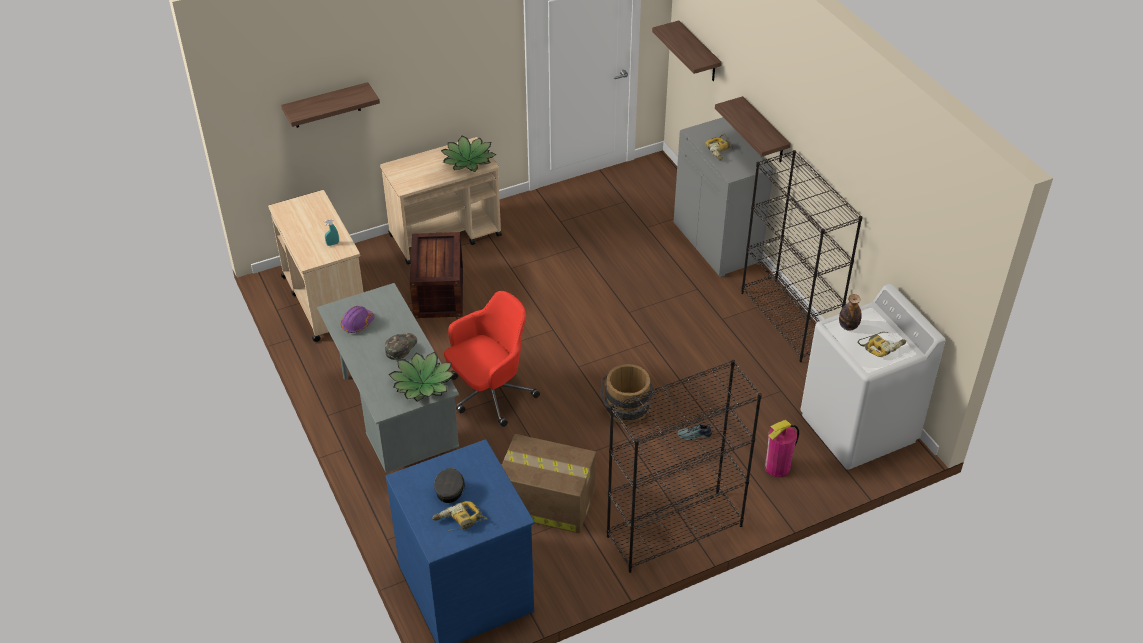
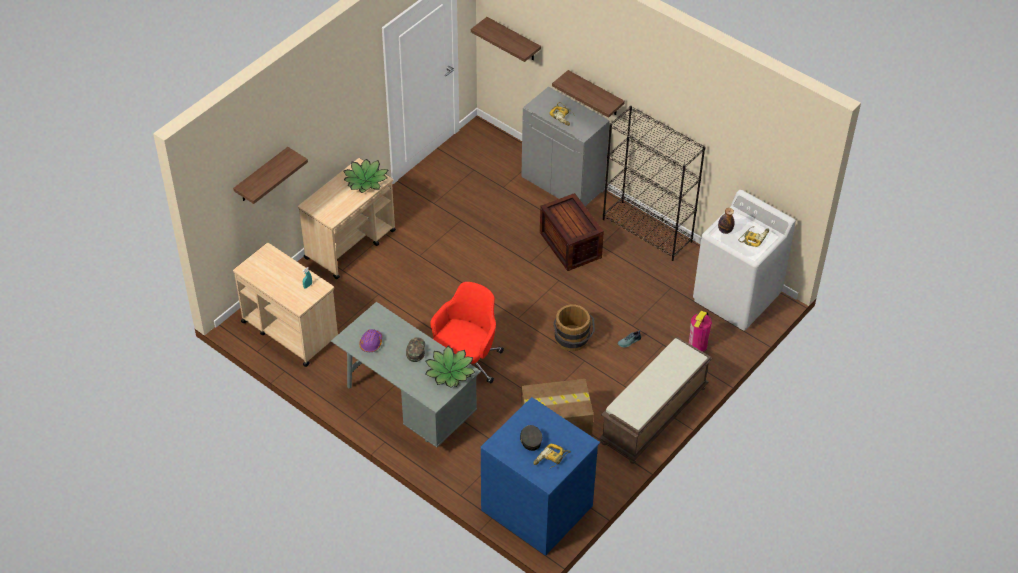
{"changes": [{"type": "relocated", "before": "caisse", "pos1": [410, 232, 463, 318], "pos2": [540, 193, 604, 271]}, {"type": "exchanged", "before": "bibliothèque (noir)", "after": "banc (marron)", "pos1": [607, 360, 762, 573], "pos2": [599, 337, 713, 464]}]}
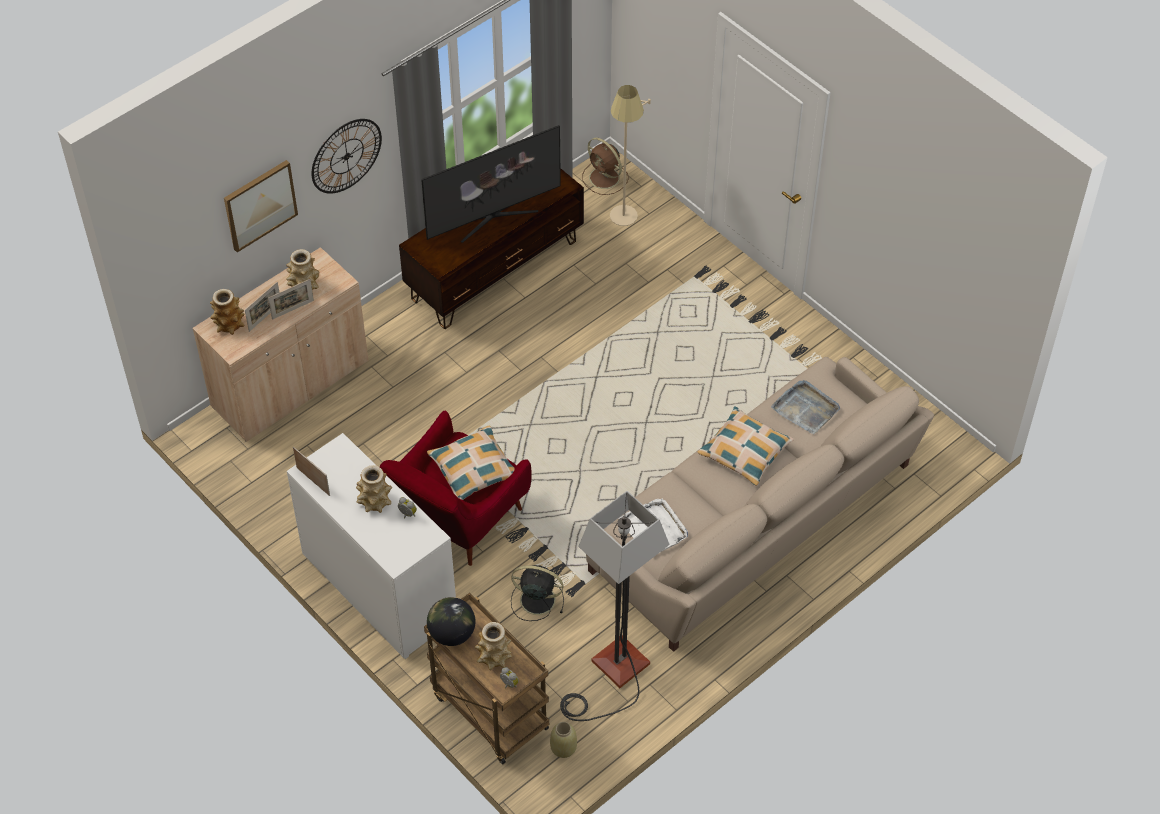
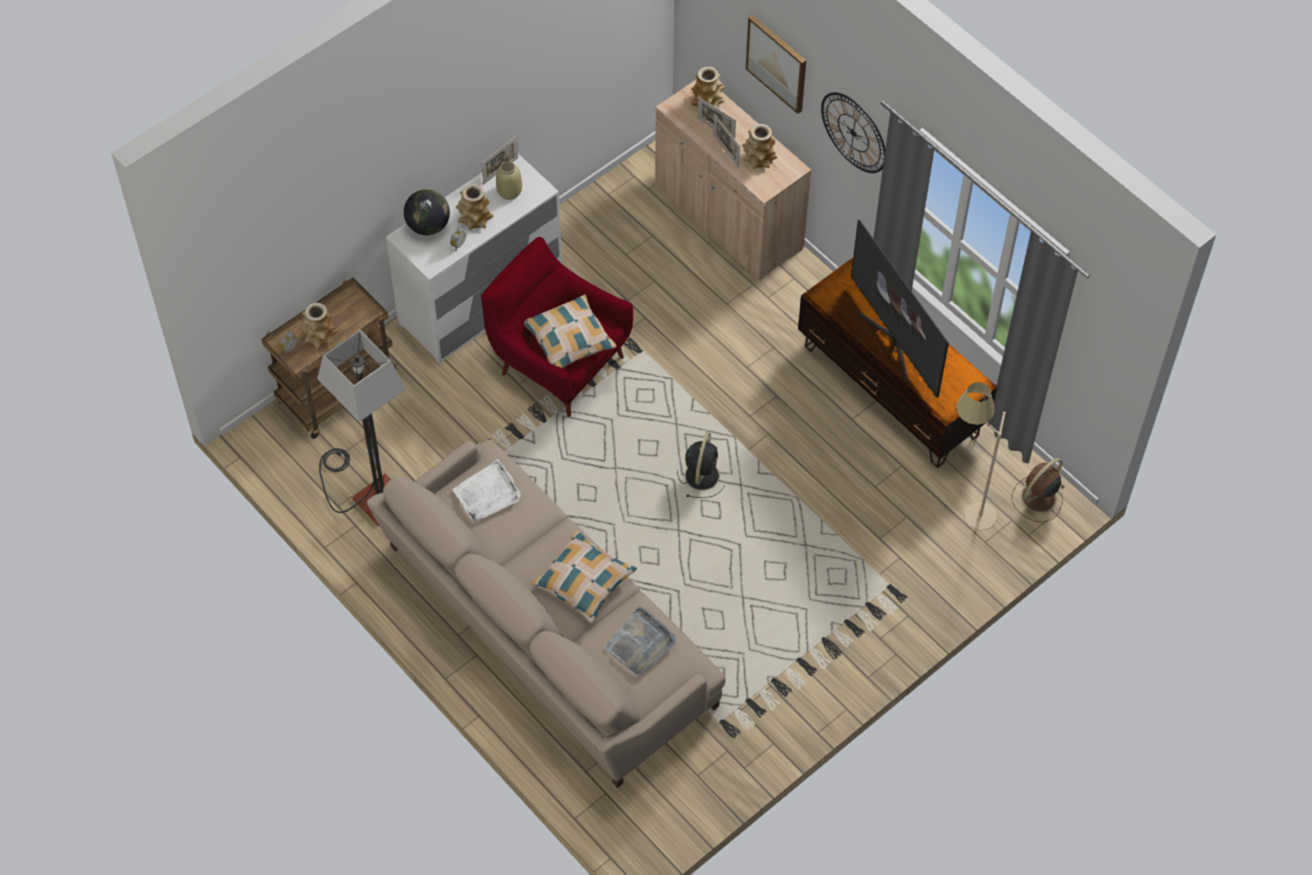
{"changes": [{"type": "relocated", "before": "globe", "pos1": [427, 597, 476, 646], "pos2": [404, 189, 450, 235]}, {"type": "relocated", "before": "ventilateur (noir)", "pos1": [511, 565, 564, 621], "pos2": [677, 432, 725, 498]}, {"type": "relocated", "before": "vase (beige)", "pos1": [550, 722, 577, 758], "pos2": [496, 161, 522, 200]}]}
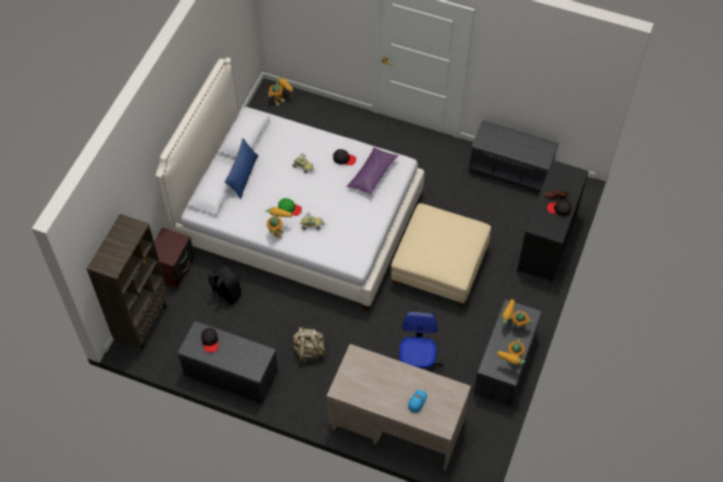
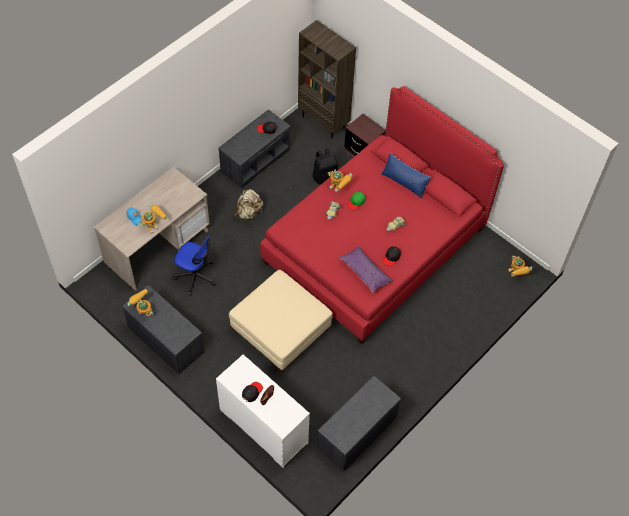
{"changes": [{"type": "colour", "before": "lit (blanc)", "after": "lit (rouge)", "pos1": [156, 57, 425, 311], "pos2": [260, 86, 504, 344]}, {"type": "relocated", "before": "robot jouet", "pos1": [502, 299, 533, 327], "pos2": [140, 204, 167, 234]}, {"type": "colour", "before": "commode (noir)", "after": "commode (blanc)", "pos1": [517, 160, 589, 284], "pos2": [216, 354, 310, 468]}]}
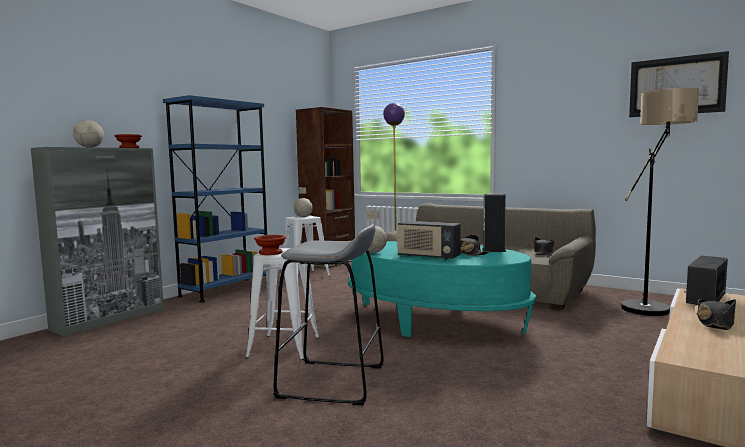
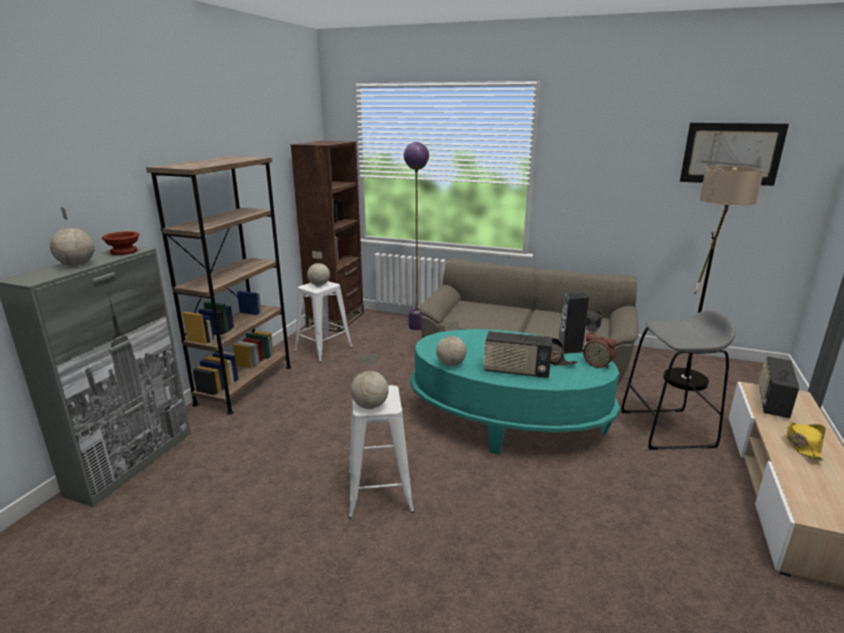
{"changes": [{"type": "colour", "before": "bibliothèque (bleu)", "after": "bibliothèque (marron)", "pos1": [163, 95, 267, 303], "pos2": [146, 156, 291, 415]}, {"type": "exchanged", "before": "bol (marron)", "after": "globe", "pos1": [254, 235, 286, 255], "pos2": [351, 354, 389, 409]}, {"type": "relocated", "before": "tabouret (gris)", "pos1": [274, 224, 384, 405], "pos2": [621, 310, 735, 450]}, {"type": "colour", "before": "chapeau (noir)", "after": "chapeau (jaune)", "pos1": [697, 299, 736, 330], "pos2": [787, 422, 826, 461]}, {"type": "appeared", "after": "réveil", "pos2": [583, 333, 616, 369]}]}
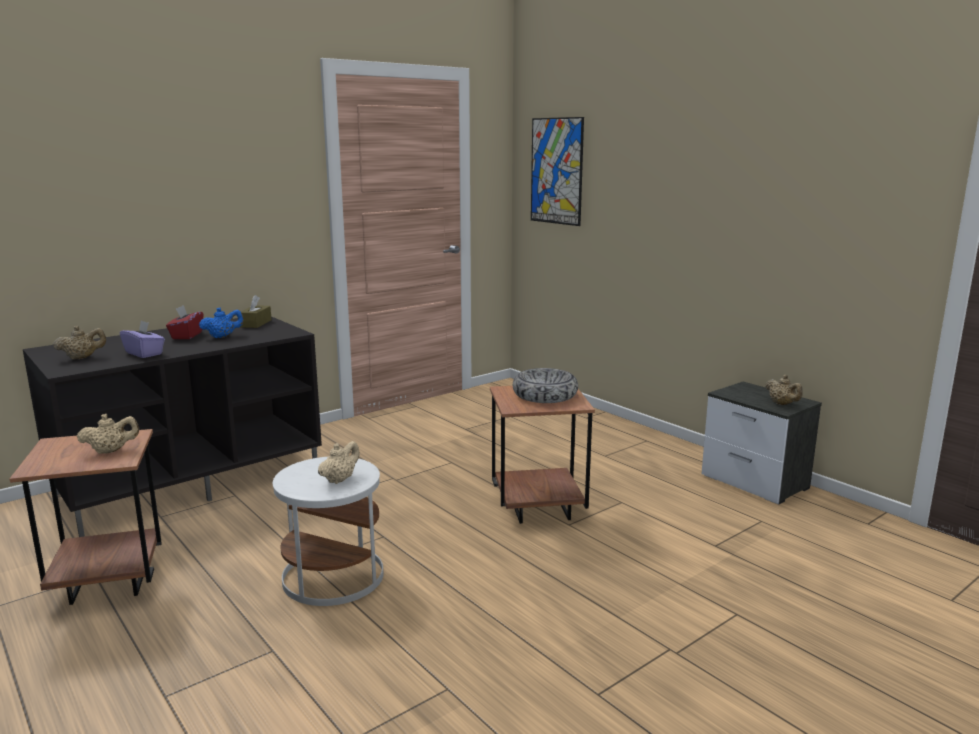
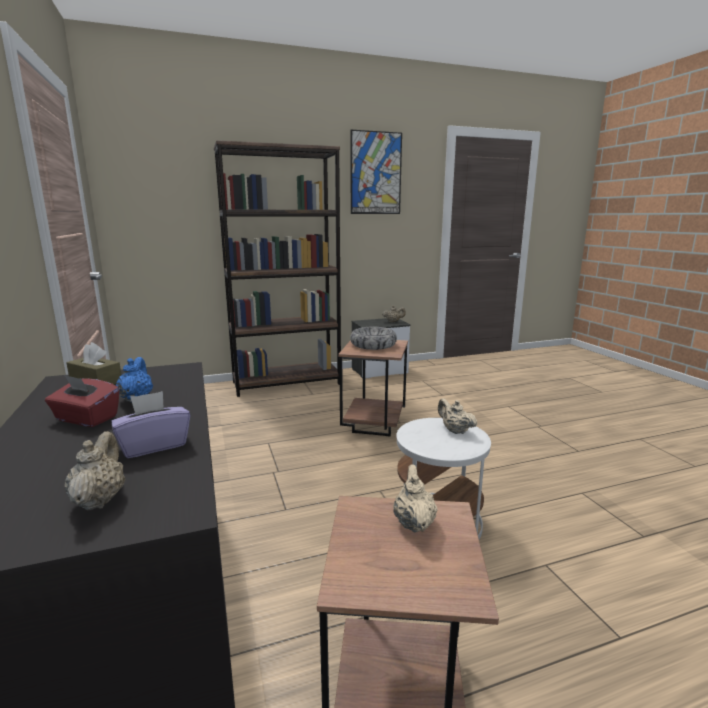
{"changes": [{"type": "relocated", "before": "tableau", "pos1": [531, 117, 584, 226], "pos2": [351, 130, 402, 214]}, {"type": "appeared", "after": "bibliothèque (marron)", "pos2": [214, 140, 341, 397]}]}
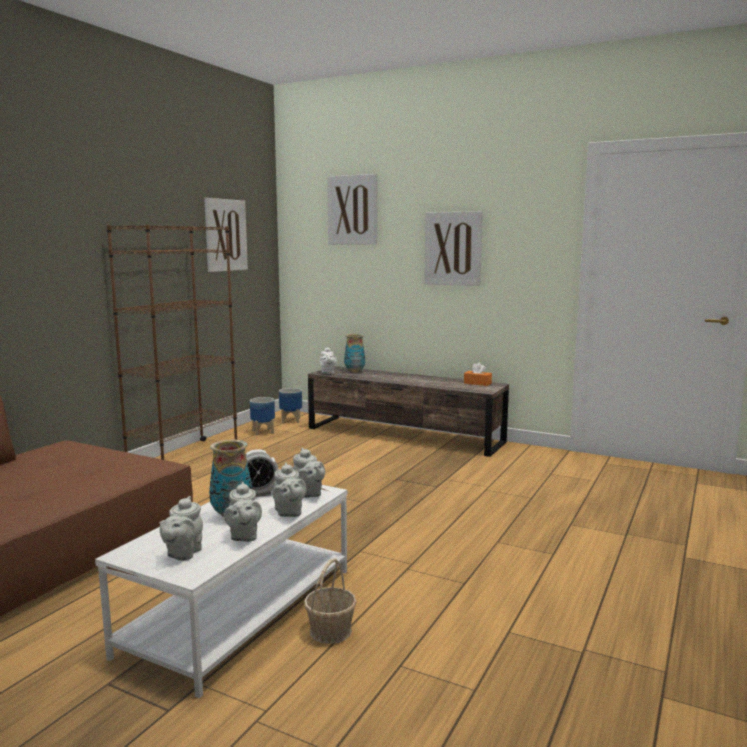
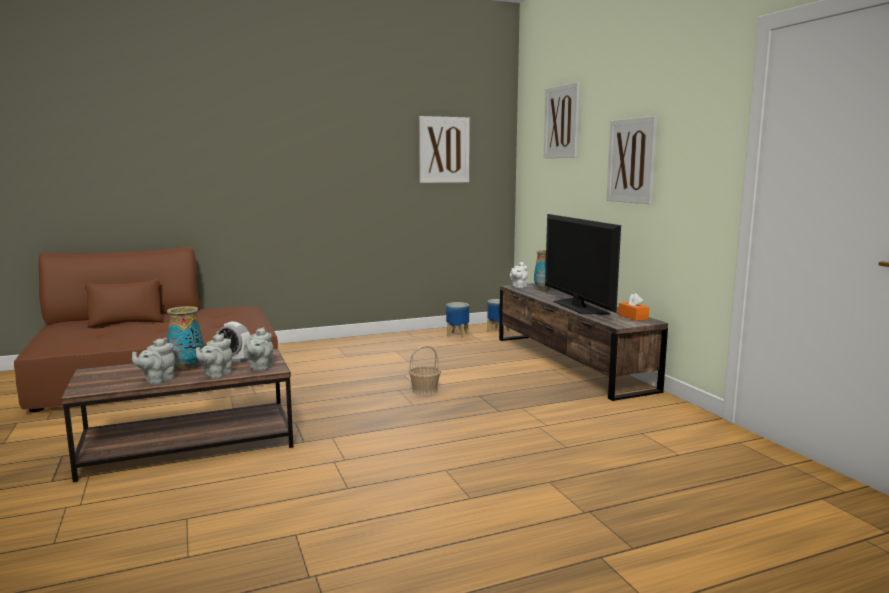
{"changes": [{"type": "colour", "before": "table basse (blanc)", "after": "table basse (marron)", "pos1": [95, 485, 348, 698], "pos2": [61, 349, 293, 482]}, {"type": "missing", "before": "bibliothèque (marron)", "pos1": [107, 224, 237, 460]}, {"type": "missing", "before": "théière (gris)", "pos1": [159, 496, 203, 561]}, {"type": "relocated", "before": "panier", "pos1": [304, 558, 357, 644], "pos2": [409, 345, 441, 395]}, {"type": "appeared", "after": "téléviseur", "pos2": [545, 214, 621, 315]}]}
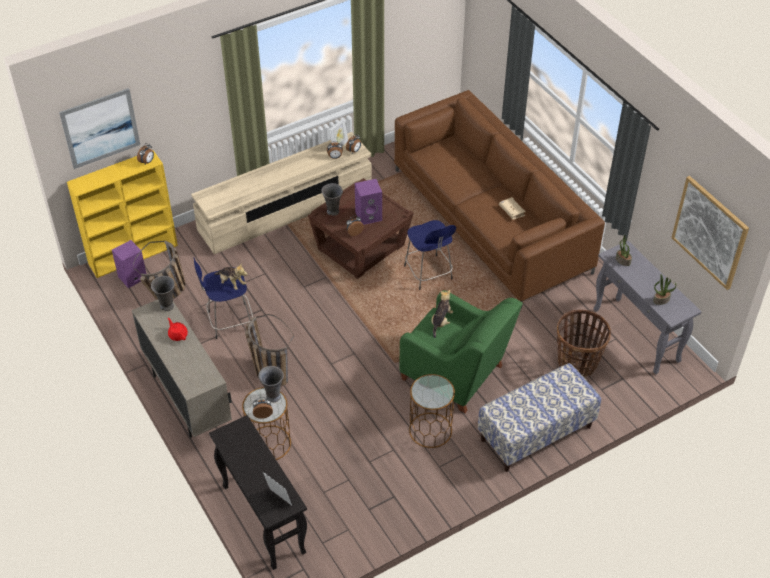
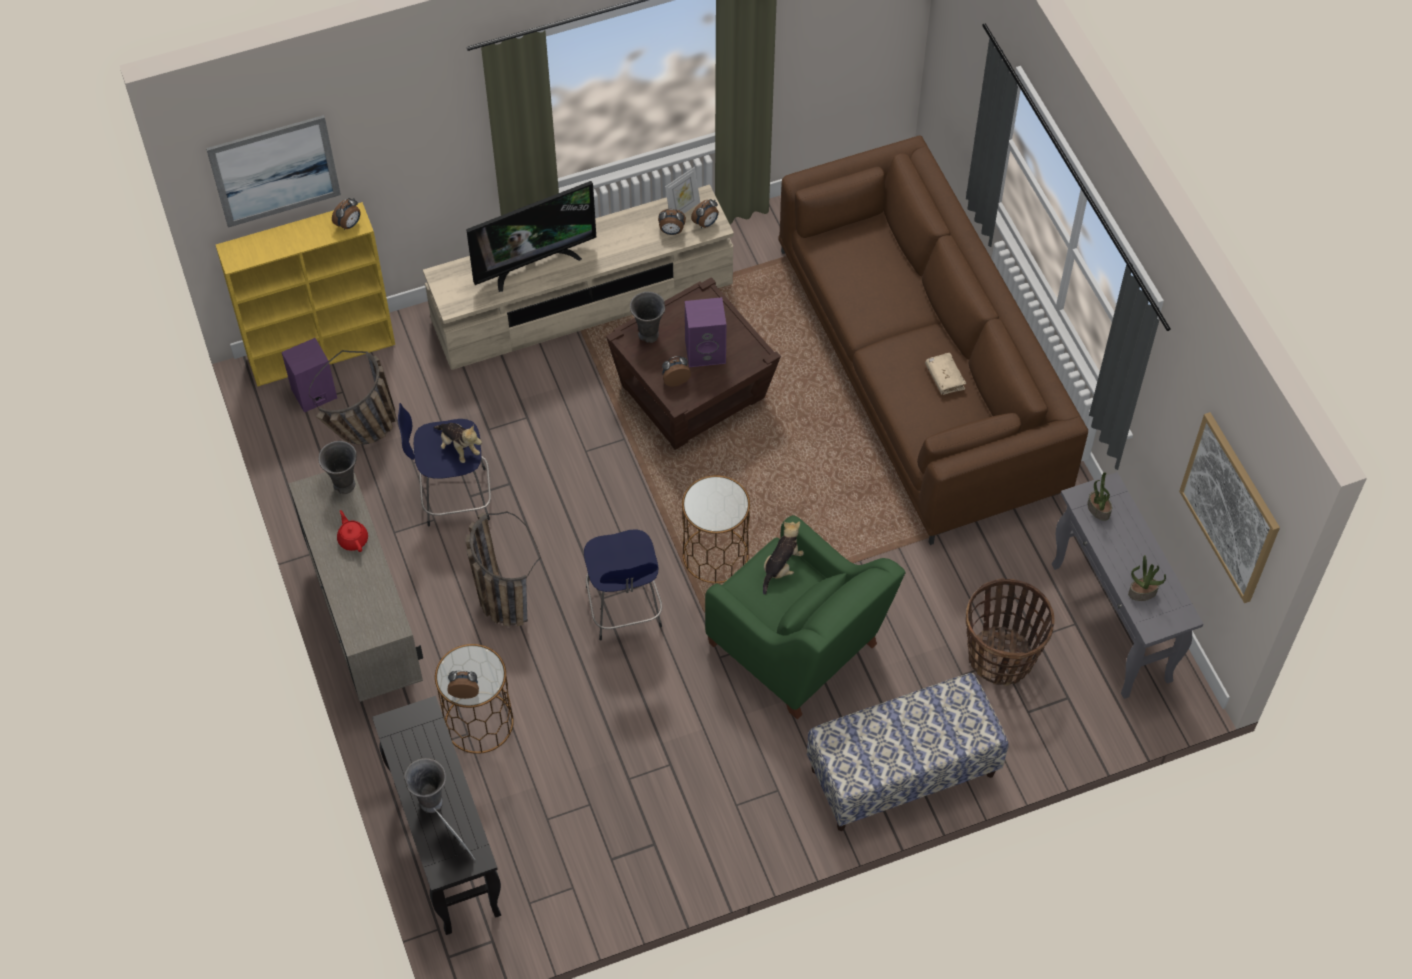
{"changes": [{"type": "relocated", "before": "vase (gris)", "pos1": [258, 366, 284, 402], "pos2": [404, 758, 446, 813]}, {"type": "relocated", "before": "tabouret (bleu)", "pos1": [404, 220, 456, 290], "pos2": [584, 529, 662, 641]}, {"type": "relocated", "before": "table d'appoint (marron)", "pos1": [409, 374, 455, 448], "pos2": [682, 475, 750, 583]}, {"type": "appeared", "after": "téléviseur", "pos2": [466, 181, 596, 292]}]}
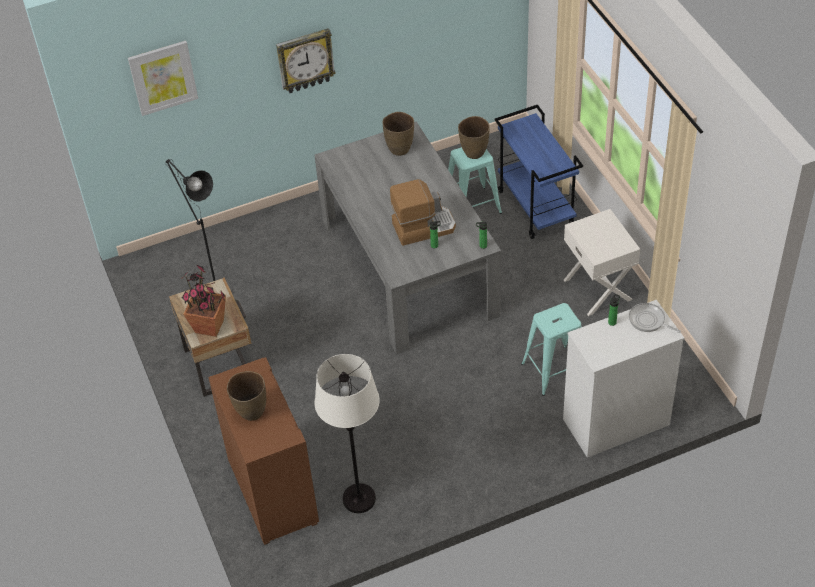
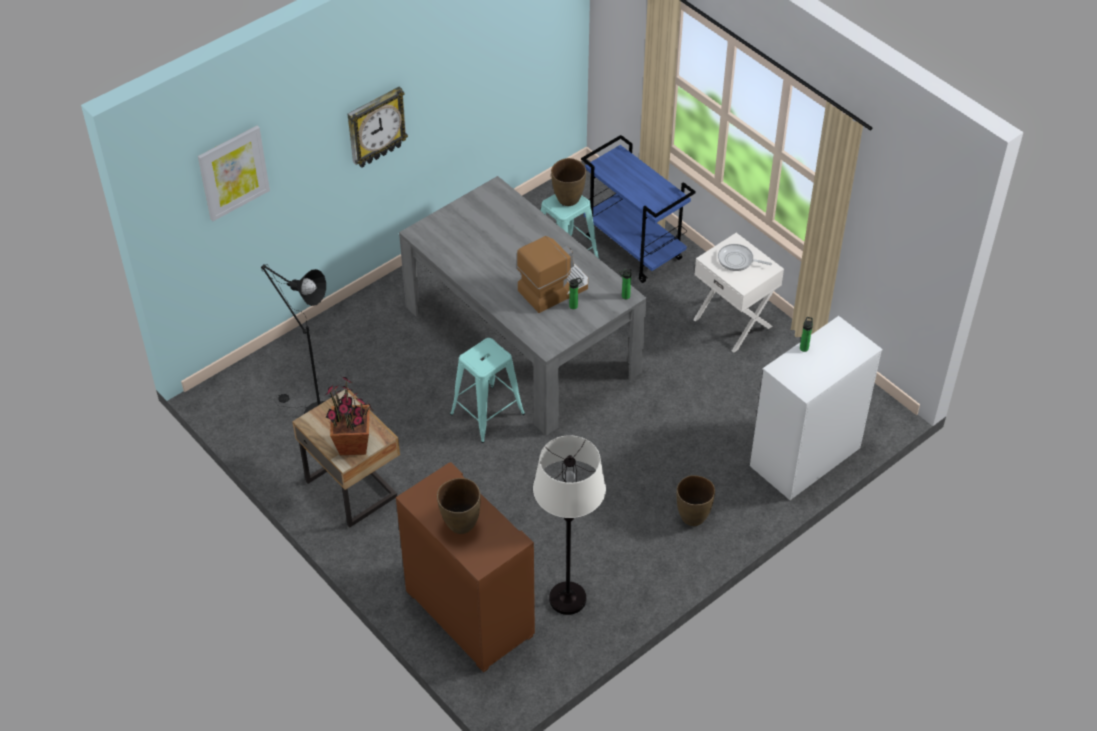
{"changes": [{"type": "relocated", "before": "vase (marron)", "pos1": [382, 112, 414, 156], "pos2": [677, 475, 715, 526]}, {"type": "relocated", "before": "tabouret (turquoise)", "pos1": [521, 303, 581, 396], "pos2": [450, 338, 525, 443]}, {"type": "relocated", "before": "poêle", "pos1": [629, 303, 681, 333], "pos2": [718, 244, 772, 271]}]}
